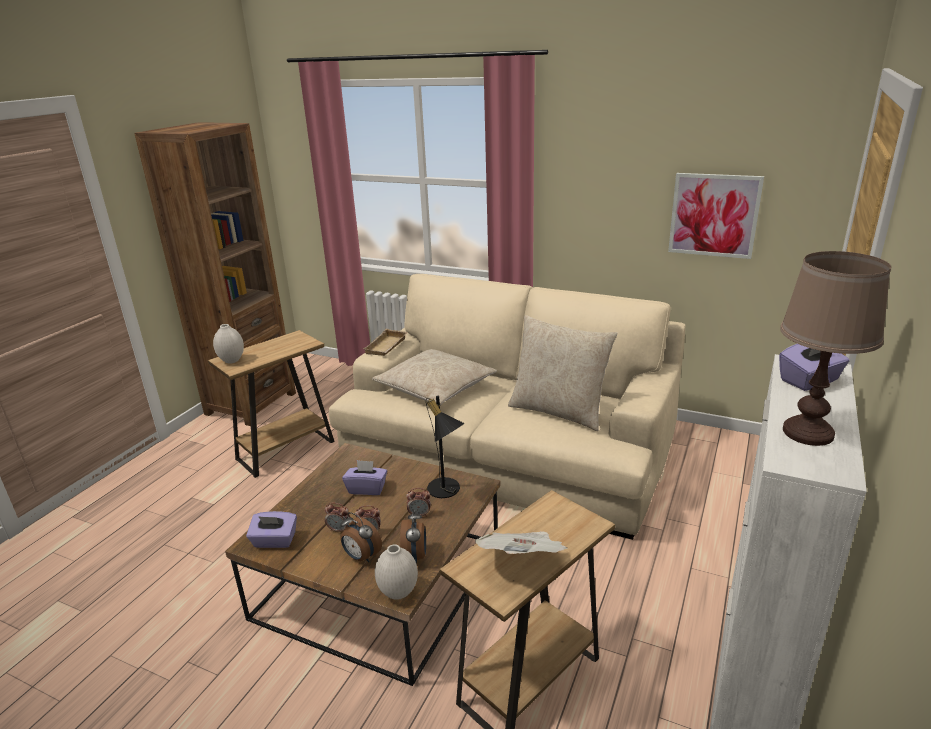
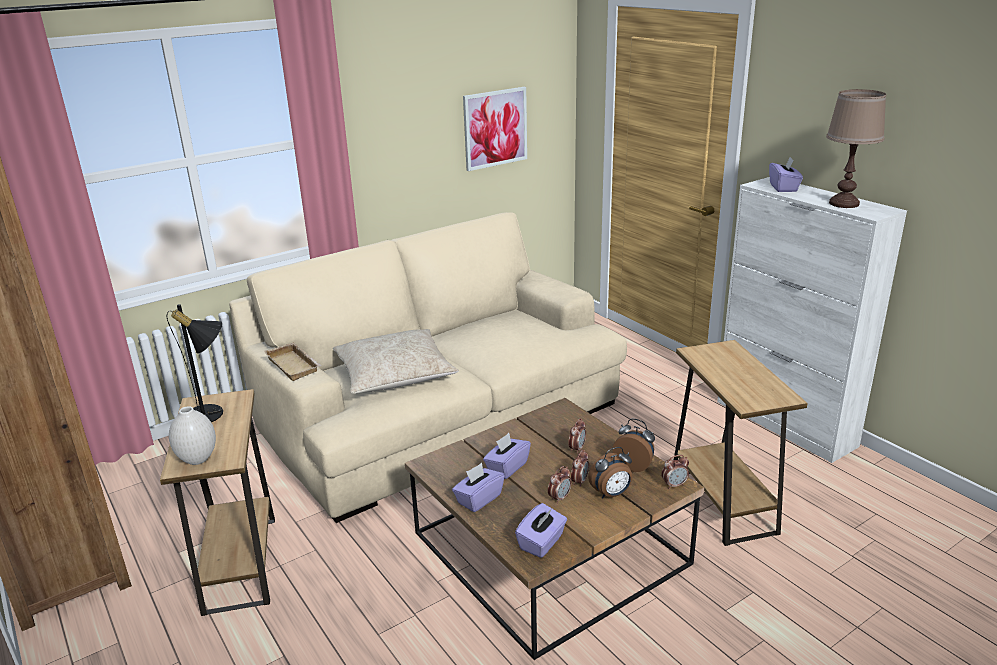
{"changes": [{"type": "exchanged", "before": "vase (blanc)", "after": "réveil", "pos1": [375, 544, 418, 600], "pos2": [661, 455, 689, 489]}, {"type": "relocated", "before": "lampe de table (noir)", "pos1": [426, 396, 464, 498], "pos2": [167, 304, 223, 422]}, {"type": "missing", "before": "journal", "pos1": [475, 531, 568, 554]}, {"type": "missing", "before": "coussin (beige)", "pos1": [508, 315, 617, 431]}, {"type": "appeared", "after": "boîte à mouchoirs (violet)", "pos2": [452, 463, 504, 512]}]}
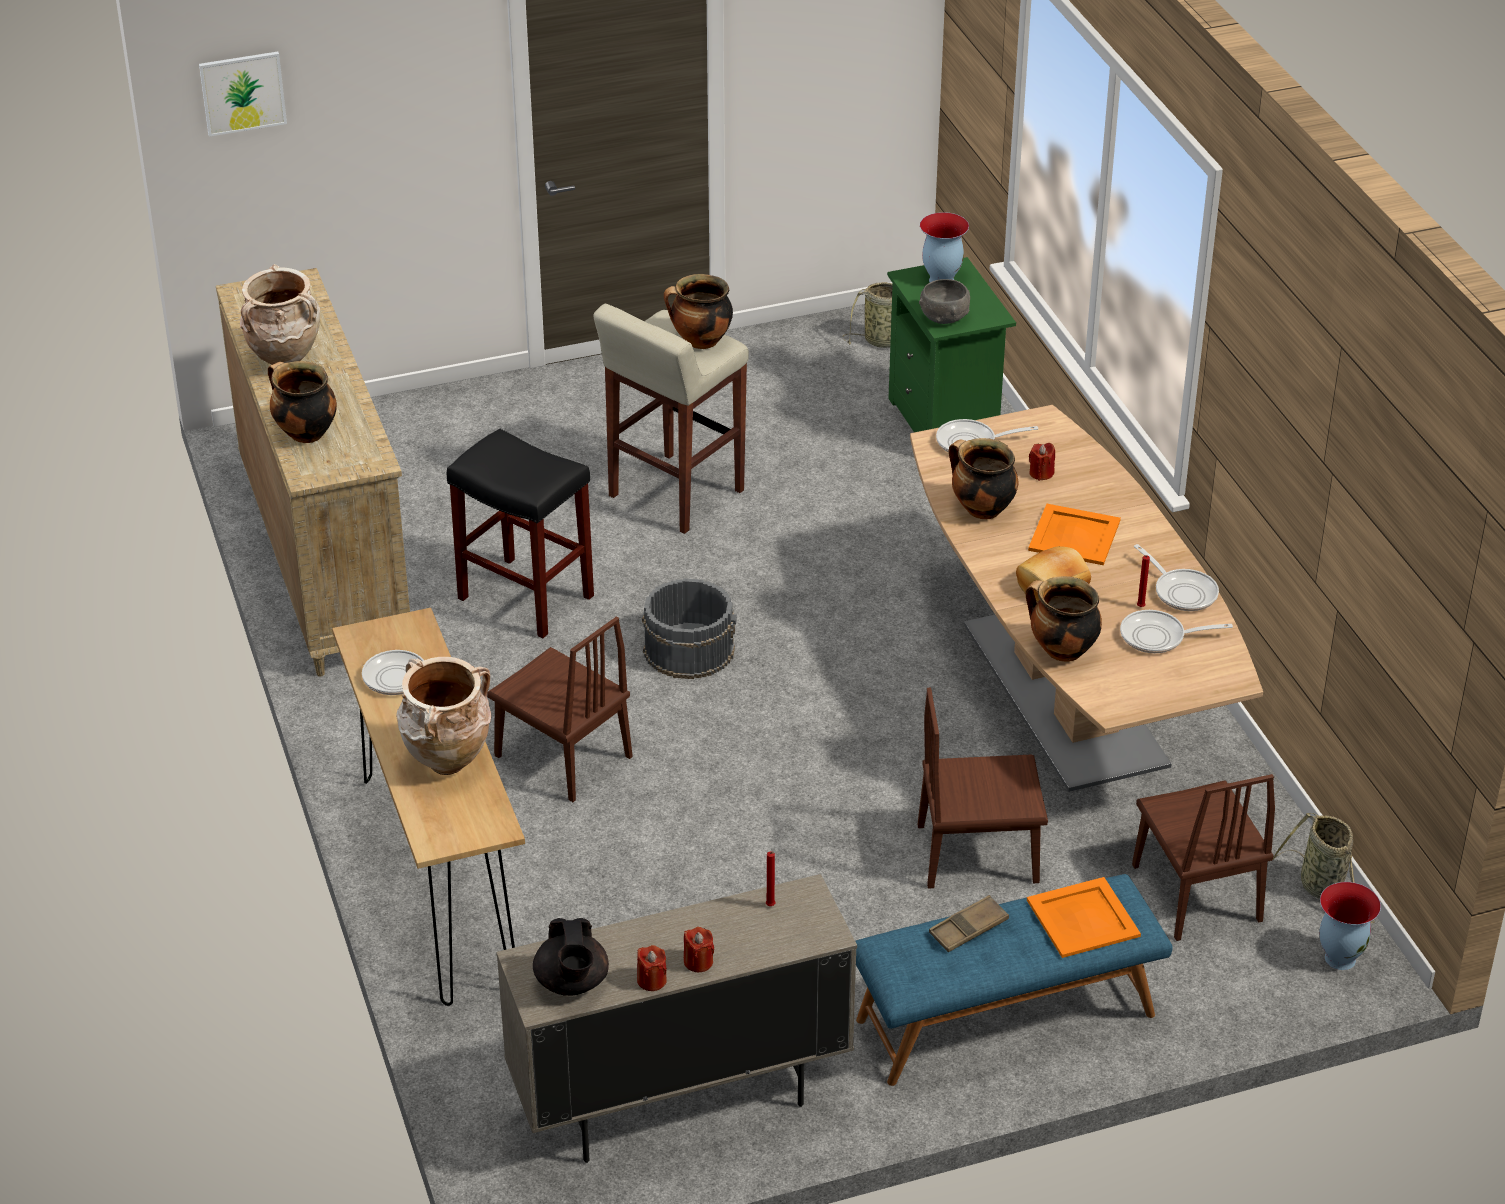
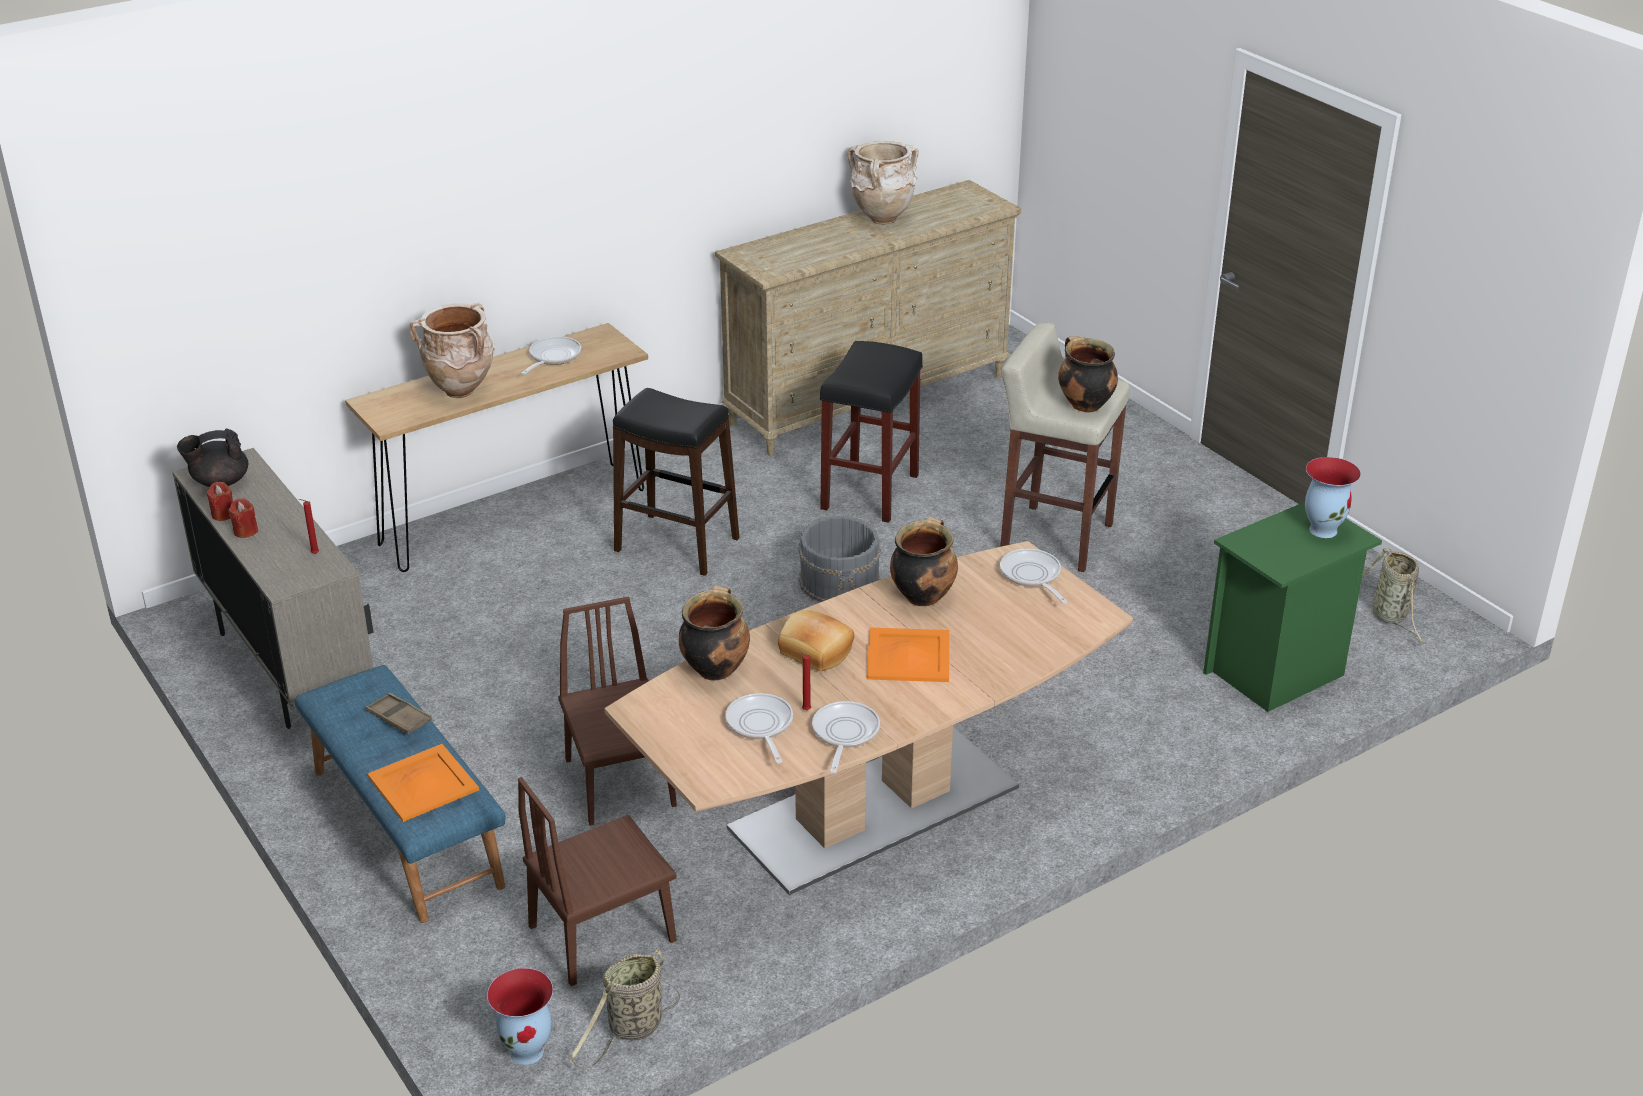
{"changes": [{"type": "missing", "before": "tableau", "pos1": [199, 52, 287, 137]}, {"type": "missing", "before": "marmite", "pos1": [268, 361, 337, 443]}, {"type": "exchanged", "before": "chaise (marron)", "after": "tabouret (noir)", "pos1": [487, 616, 633, 802], "pos2": [613, 388, 739, 576]}, {"type": "missing", "before": "bol (gris)", "pos1": [919, 279, 970, 324]}, {"type": "missing", "before": "bougie (rouge)", "pos1": [1029, 443, 1055, 481]}, {"type": "spun", "before": "poêle", "pos1": [1134, 544, 1219, 611], "pos2": [812, 701, 880, 774], "turn": 150}]}
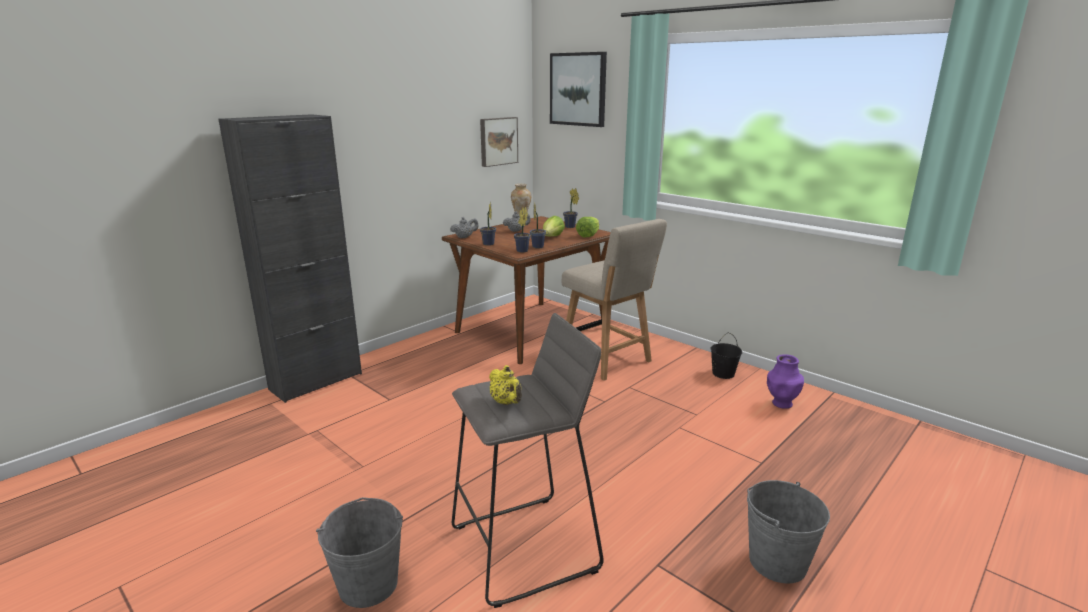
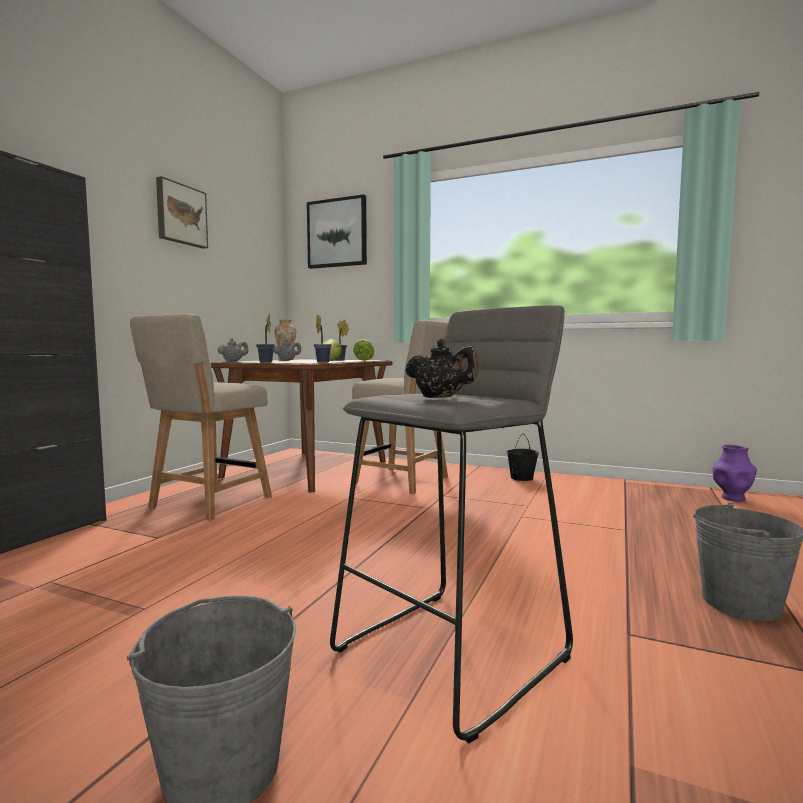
{"changes": [{"type": "relocated", "before": "tableau", "pos1": [480, 117, 518, 167], "pos2": [156, 176, 208, 249]}, {"type": "colour", "before": "théière (jaune)", "after": "théière (noir)", "pos1": [489, 365, 522, 405], "pos2": [405, 338, 479, 398]}, {"type": "missing", "before": "plante en pot", "pos1": [514, 207, 531, 253]}, {"type": "relocated", "before": "vase (violet)", "pos1": [767, 354, 804, 409], "pos2": [713, 445, 757, 501]}, {"type": "appeared", "after": "chaise (beige)", "pos2": [130, 314, 272, 521]}]}
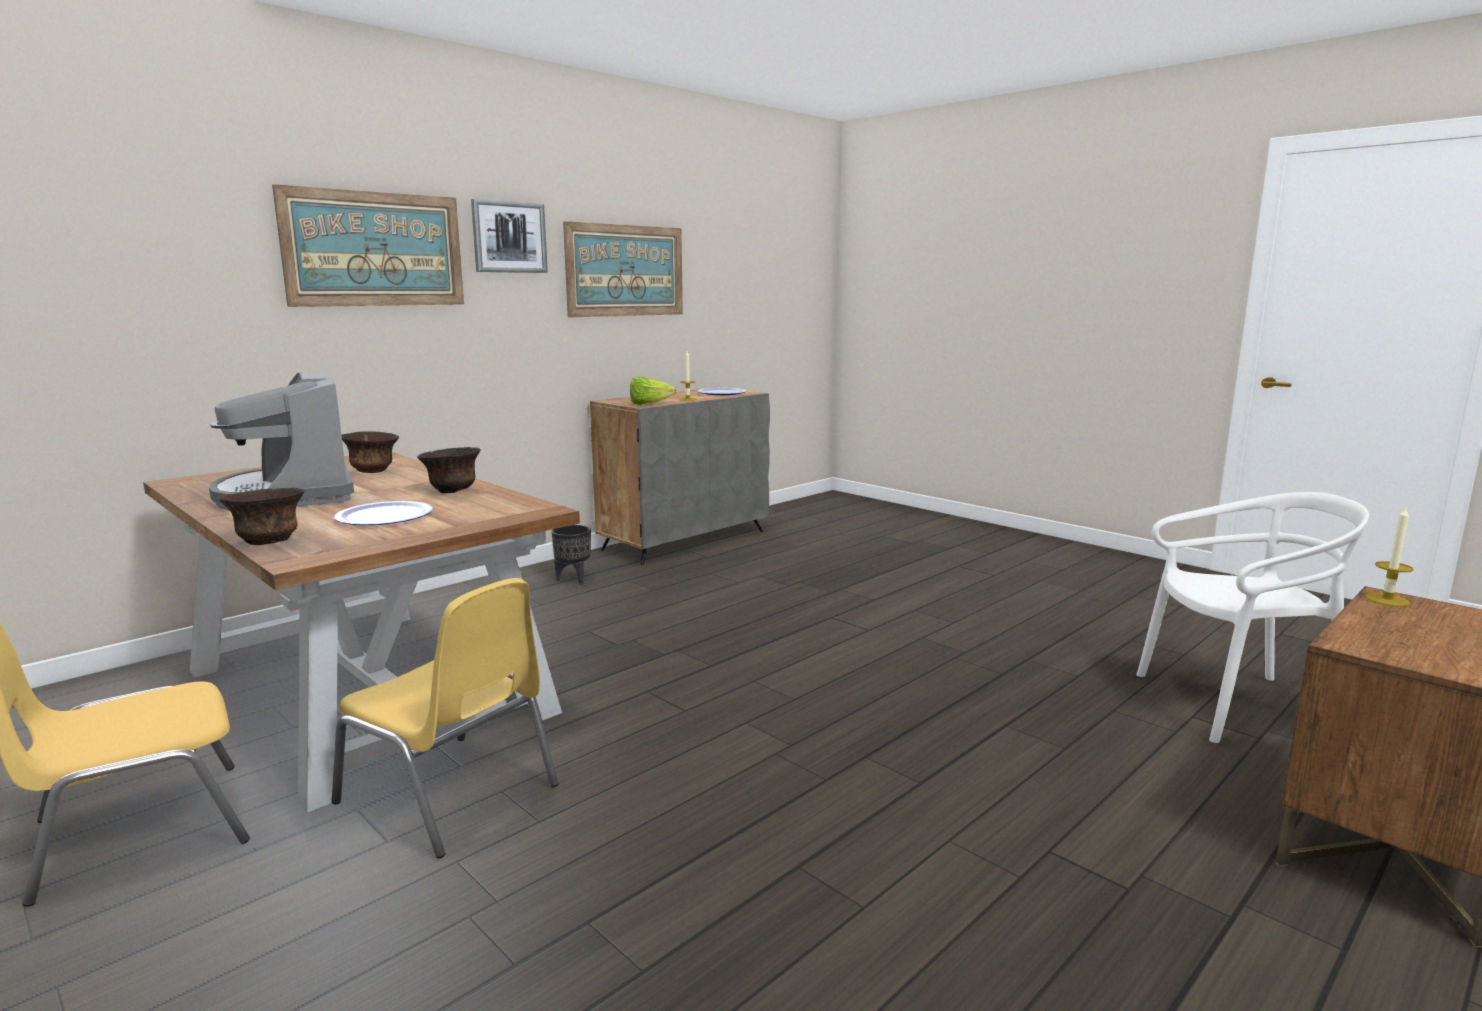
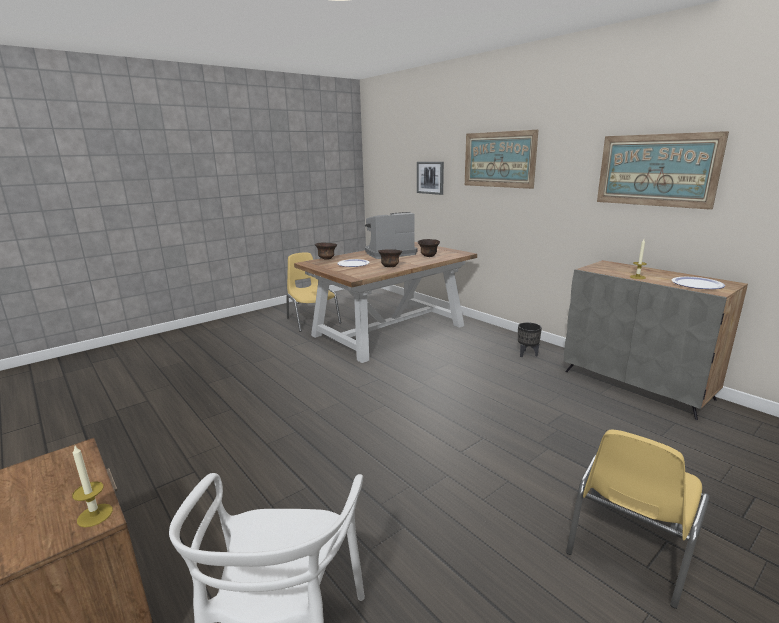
{"changes": [{"type": "relocated", "before": "chaise (jaune)", "pos1": [332, 578, 559, 859], "pos2": [566, 430, 710, 609]}, {"type": "relocated", "before": "tableau", "pos1": [471, 199, 548, 273], "pos2": [417, 162, 444, 195]}, {"type": "missing", "before": "laitue", "pos1": [630, 376, 676, 405]}]}
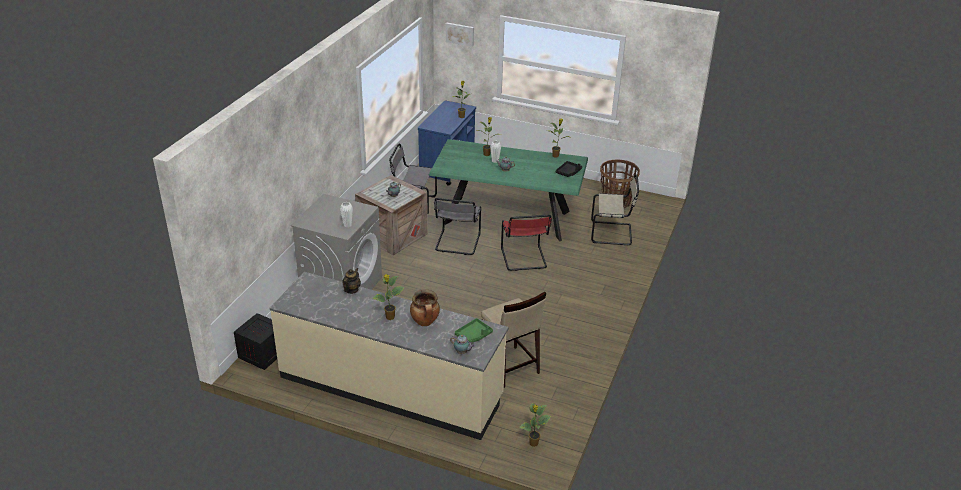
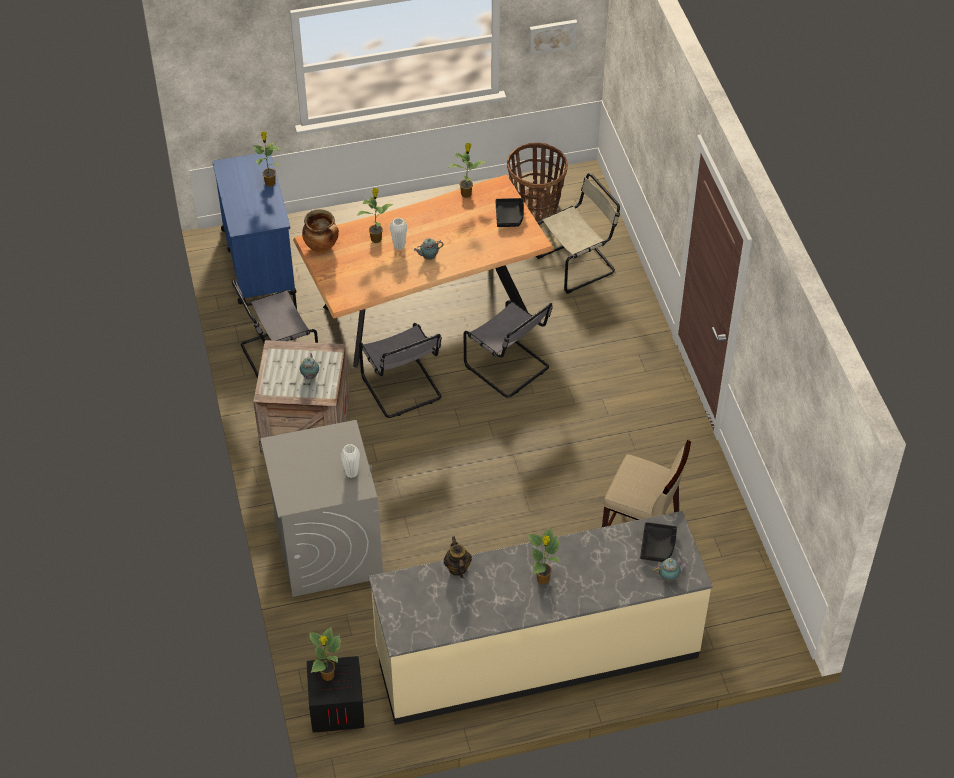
{"changes": [{"type": "relocated", "before": "marmite", "pos1": [410, 289, 440, 326], "pos2": [302, 209, 339, 253]}, {"type": "colour", "before": "table à manger (vert)", "after": "table à manger (marron)", "pos1": [428, 139, 588, 241], "pos2": [293, 175, 554, 367]}, {"type": "relocated", "before": "tableau", "pos1": [446, 23, 474, 47], "pos2": [529, 19, 577, 55]}, {"type": "colour", "before": "plateau (vert)", "after": "plateau (noir)", "pos1": [455, 318, 493, 343], "pos2": [640, 522, 677, 562]}, {"type": "colour", "before": "chaise (rouge)", "after": "chaise (gris)", "pos1": [501, 215, 552, 271], "pos2": [464, 301, 553, 398]}, {"type": "relocated", "before": "plante en pot", "pos1": [519, 403, 551, 447], "pos2": [309, 627, 341, 681]}]}
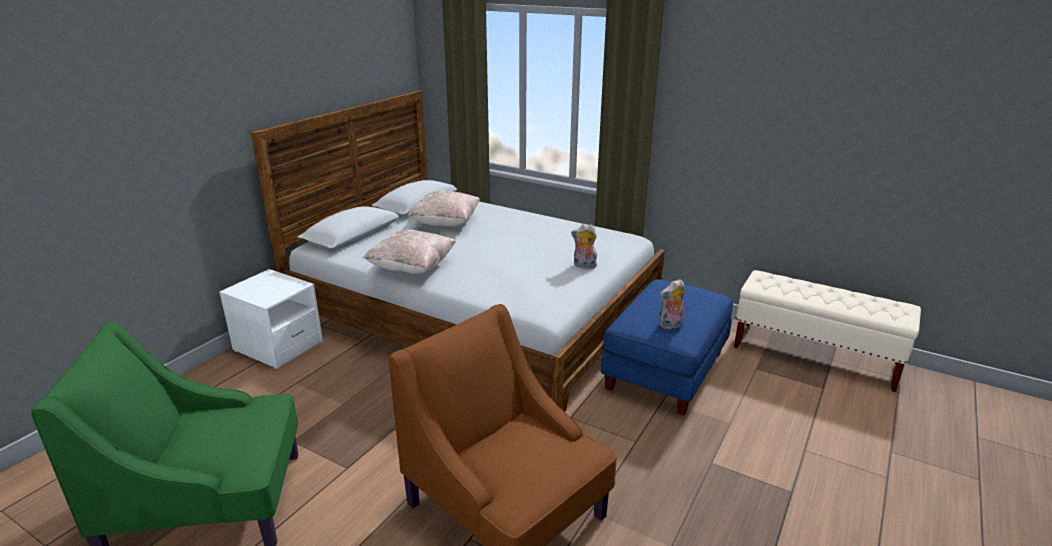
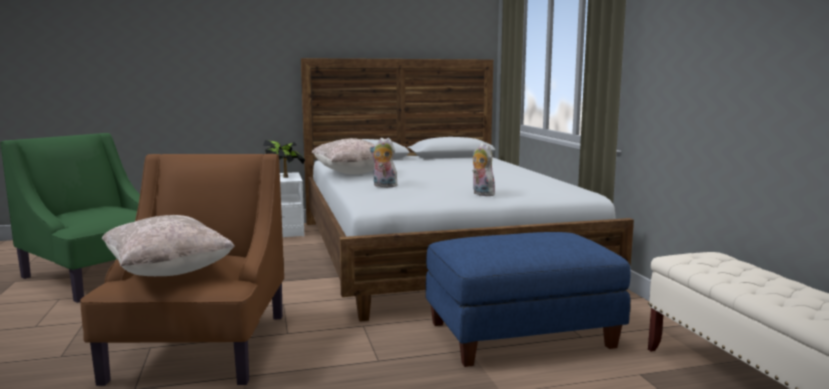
{"changes": [{"type": "relocated", "before": "coussin (beige)", "pos1": [408, 191, 480, 226], "pos2": [102, 215, 235, 276]}, {"type": "relocated", "before": "peluche", "pos1": [659, 279, 685, 330], "pos2": [370, 138, 398, 187]}, {"type": "appeared", "after": "plante en pot", "pos2": [263, 140, 305, 178]}]}
